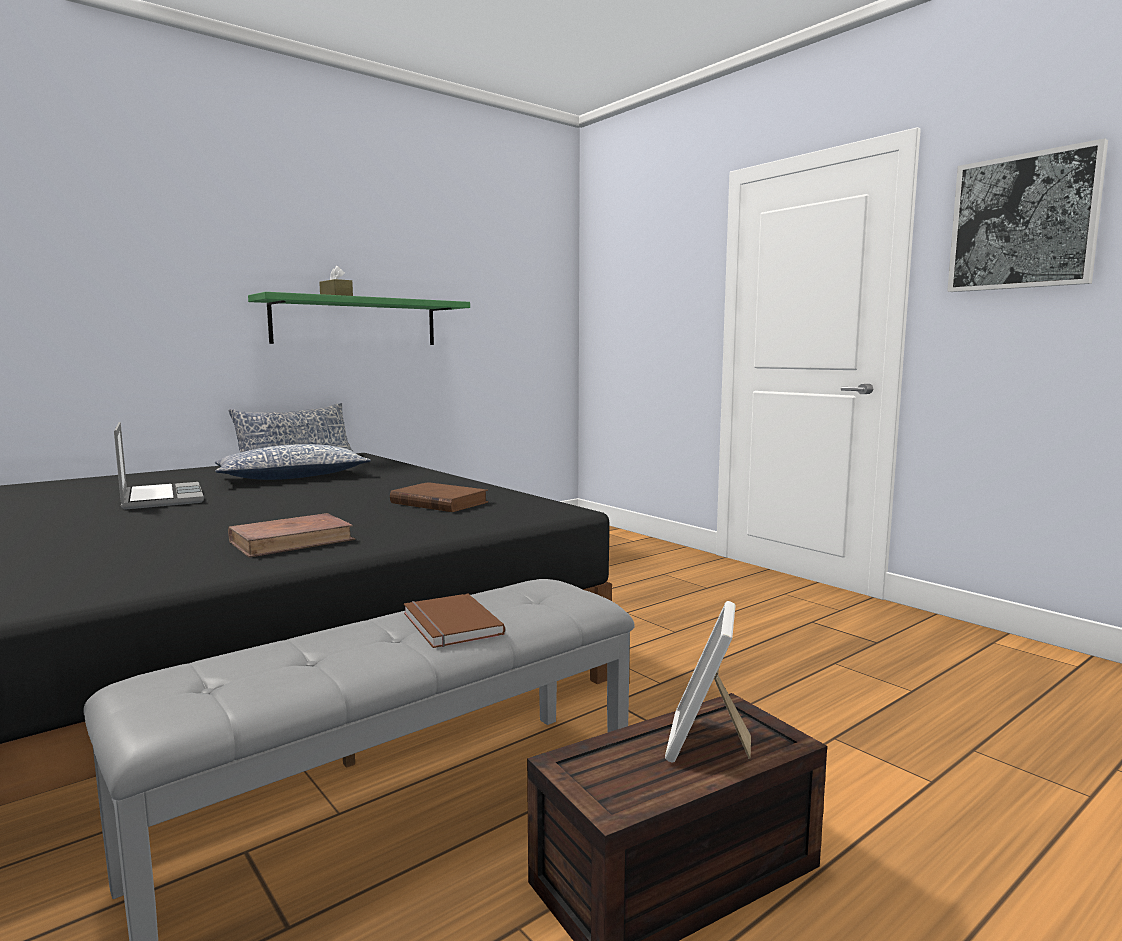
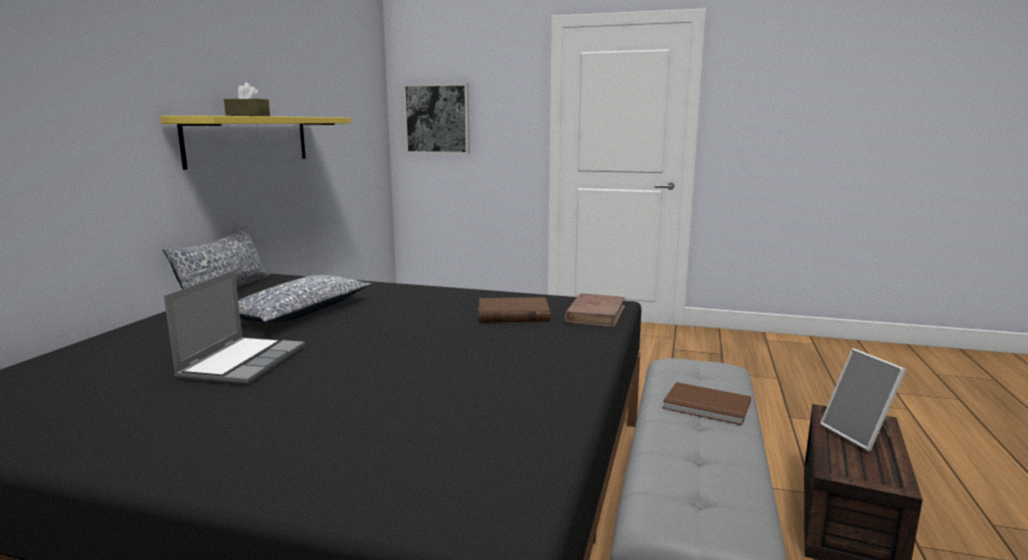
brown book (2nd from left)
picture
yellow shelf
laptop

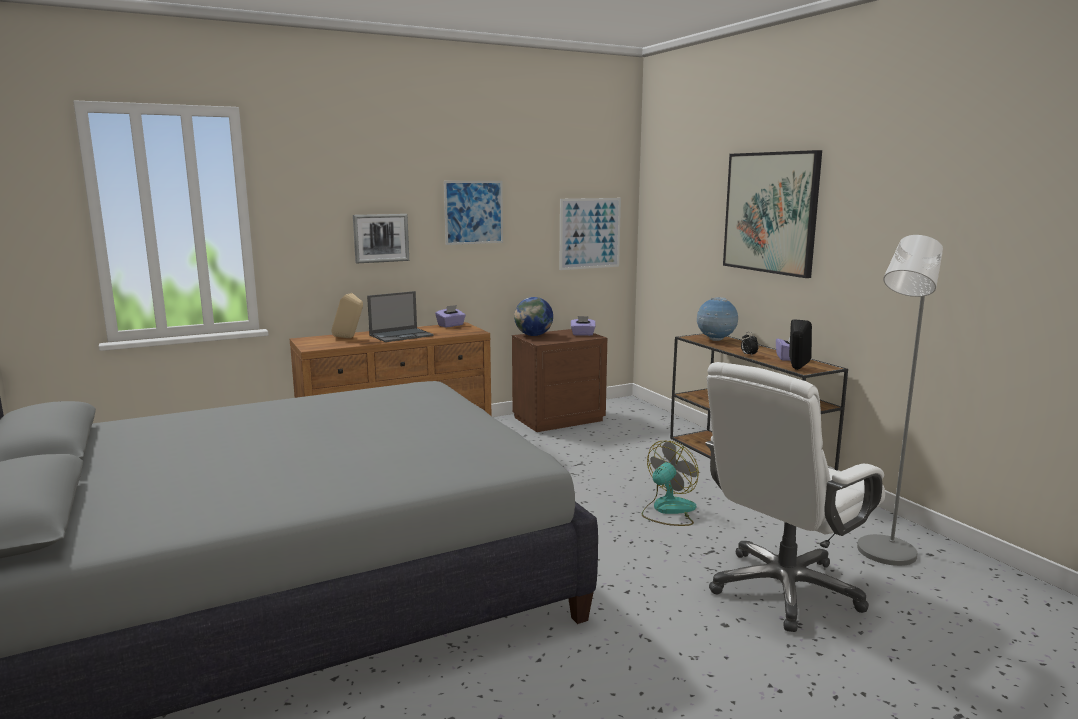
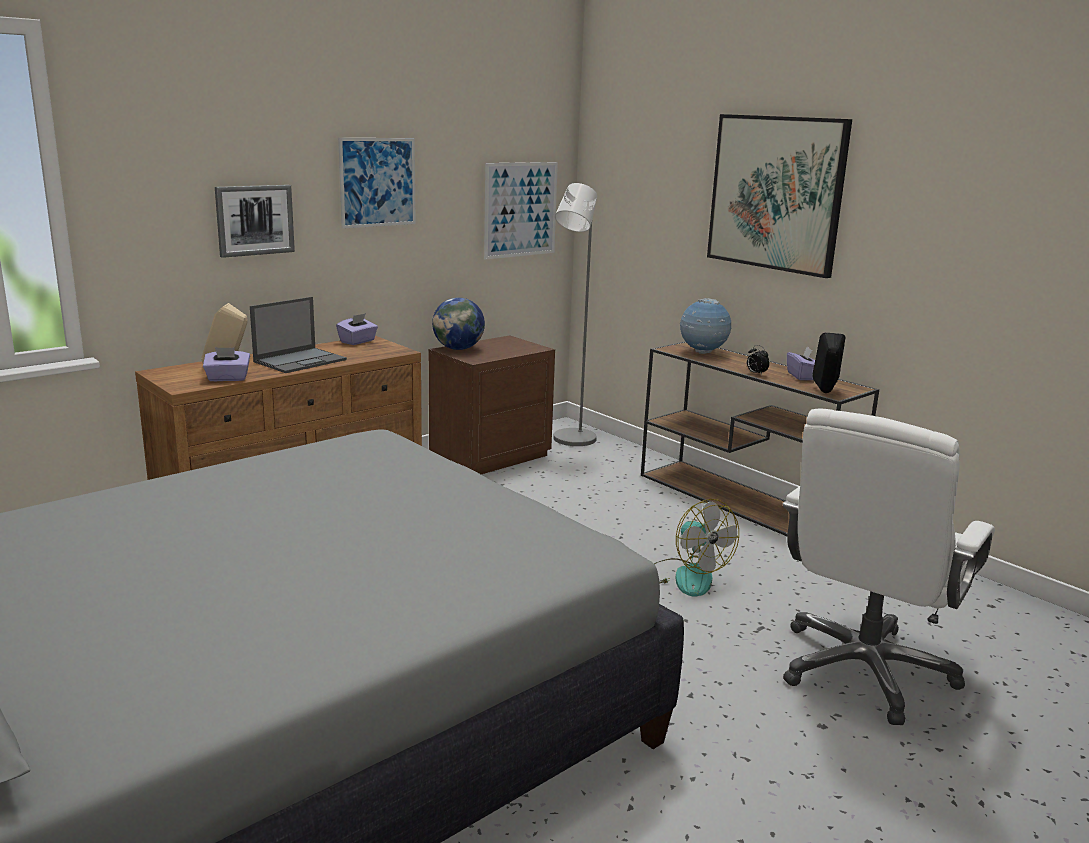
purple tissue box (1st from left)
grey floor lamp
fan

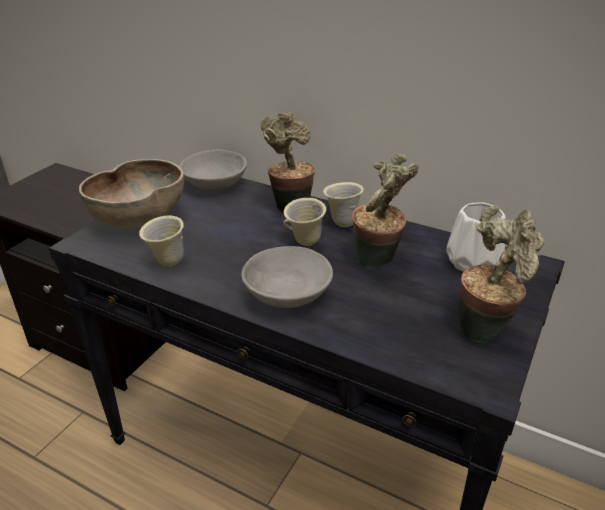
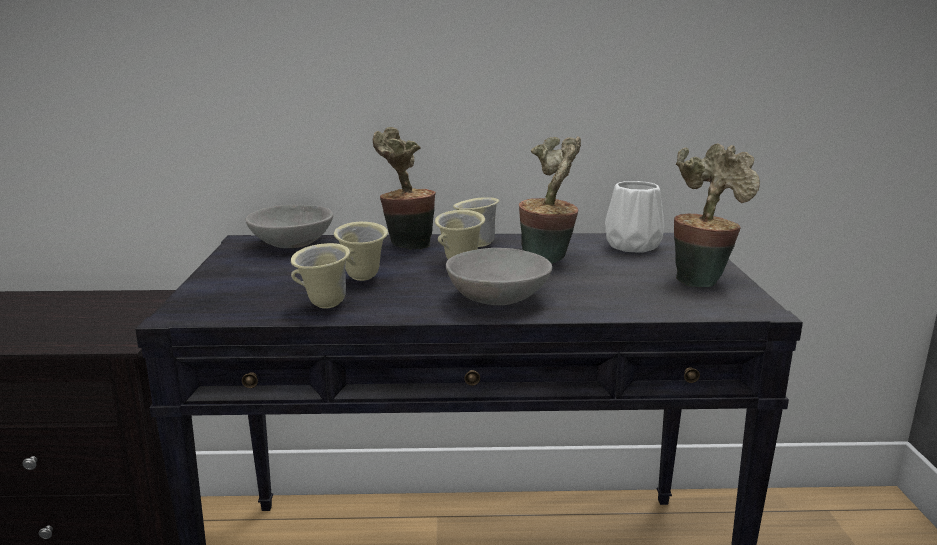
brown bowl
beige mug (2nd from left)

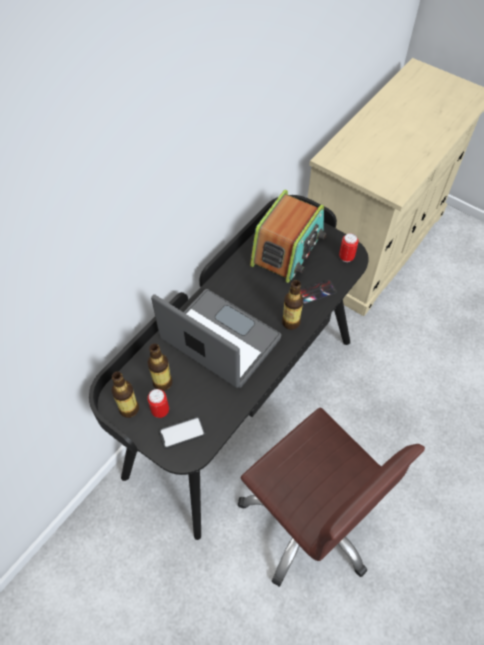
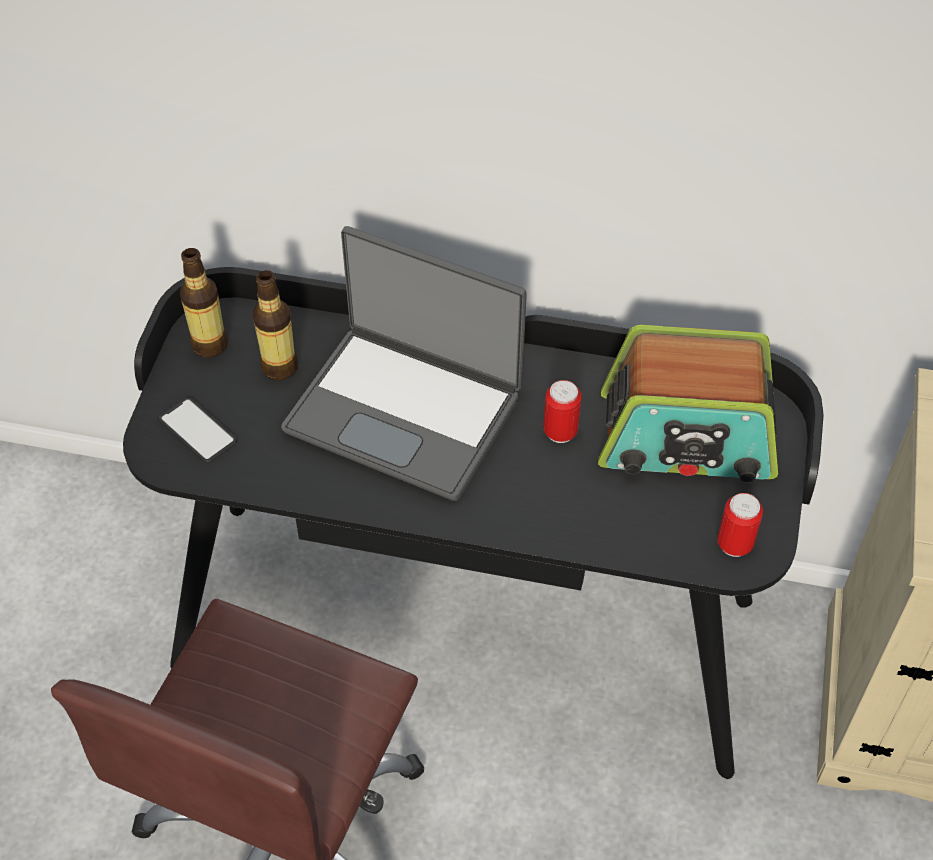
bottle (3rd from left in the first image)
phone (2nd from left in the first image)
can (1st from left)
laptop

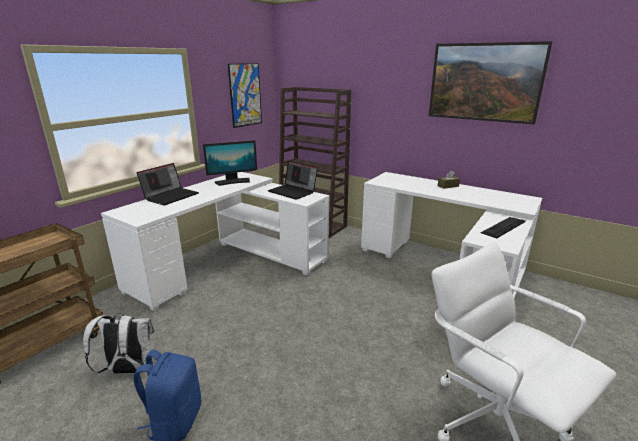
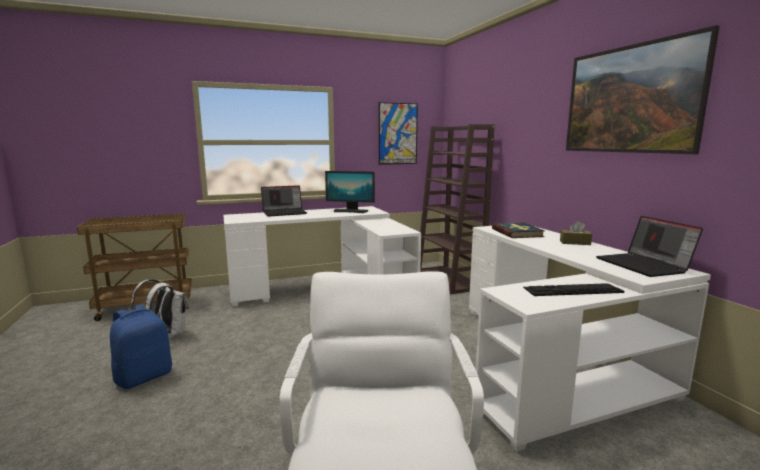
book
laptop (2nd from left)

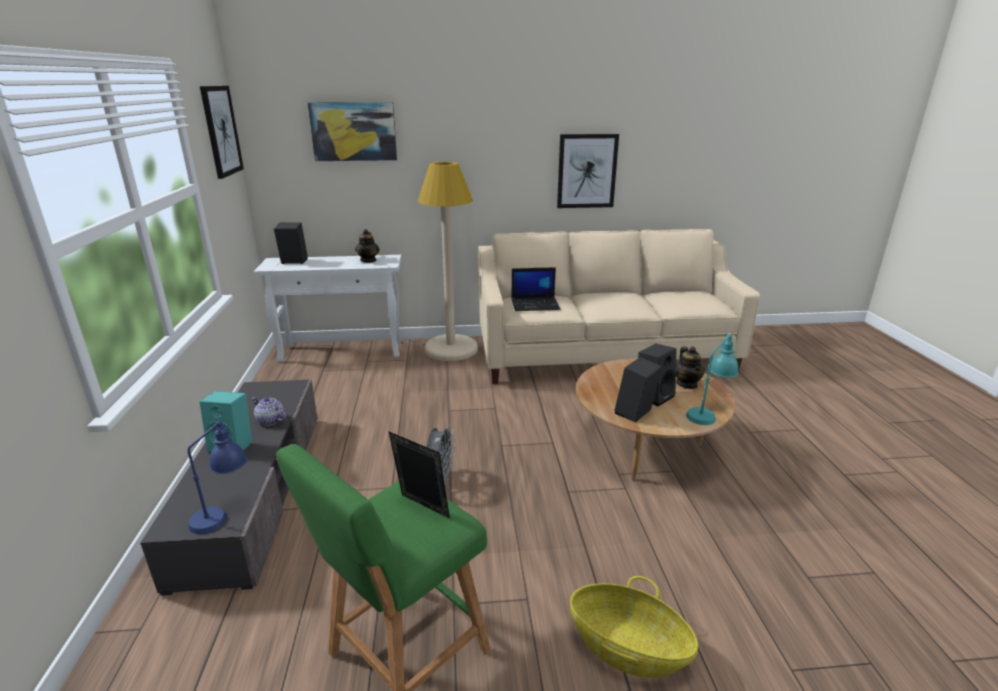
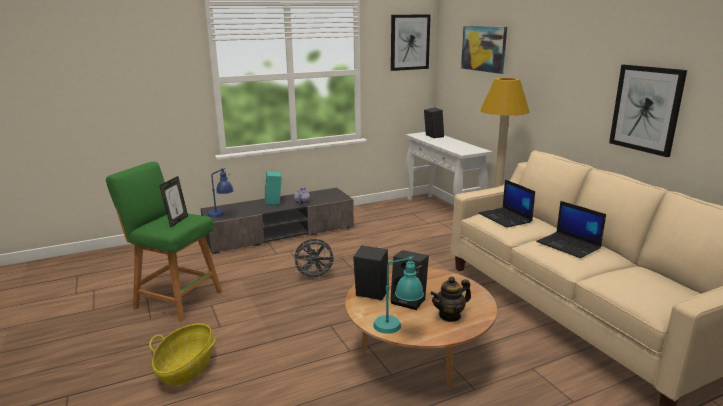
teapot (2nd from left in the first image)
laptop (2nd from left)

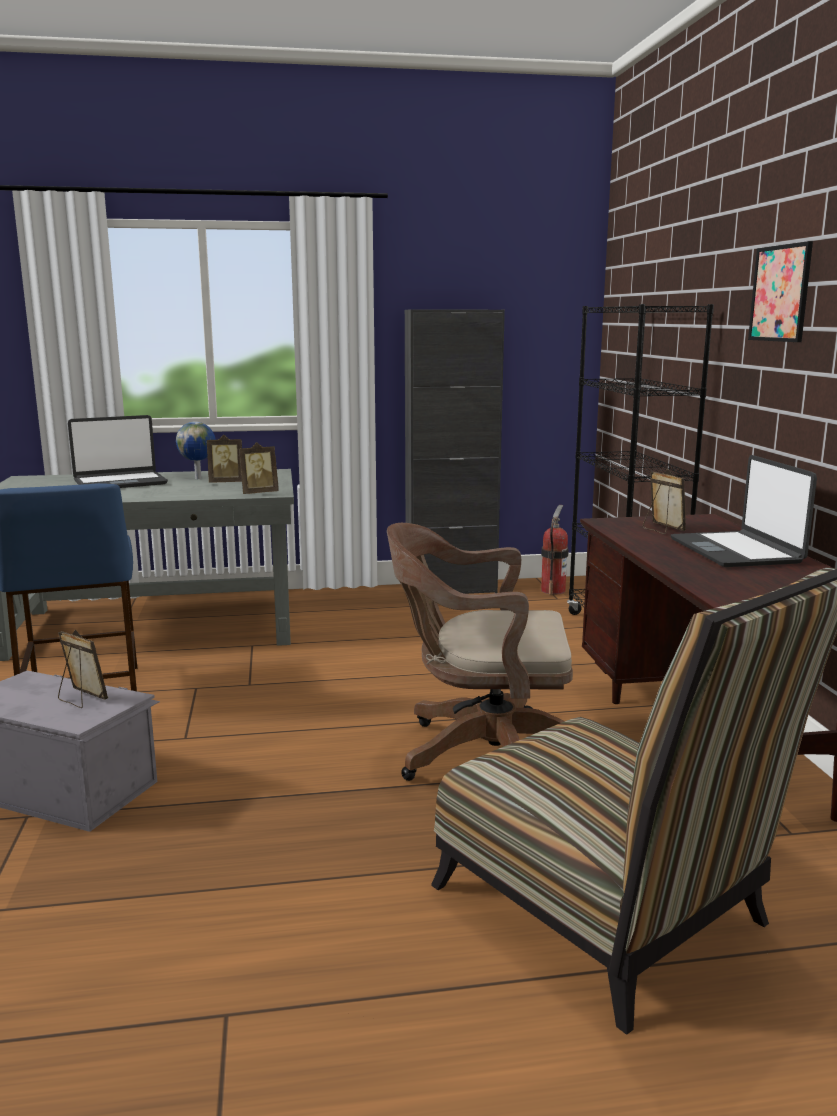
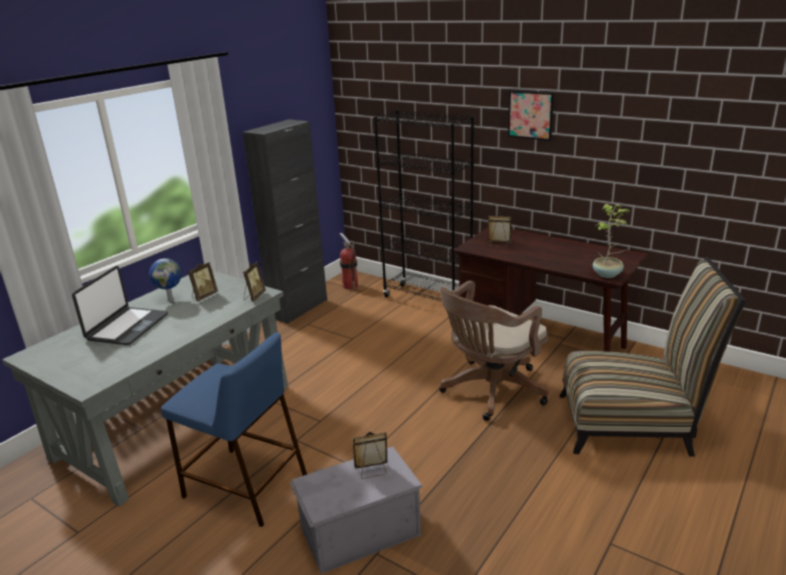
laptop (2nd from left in the first image)
potted plant

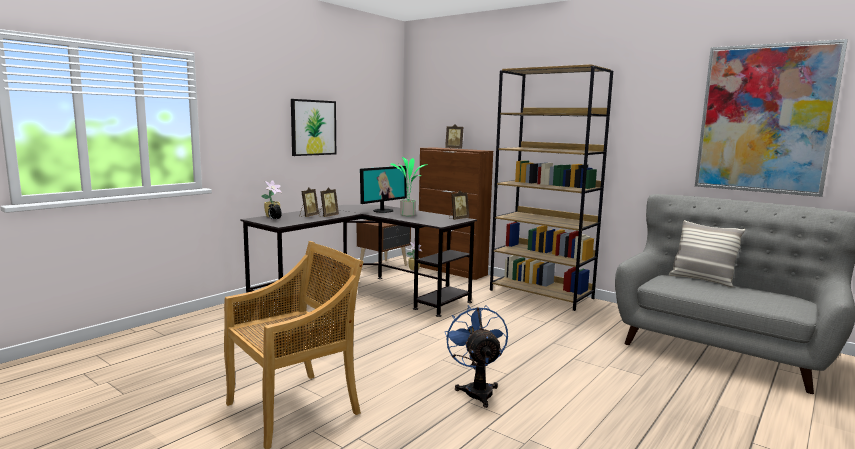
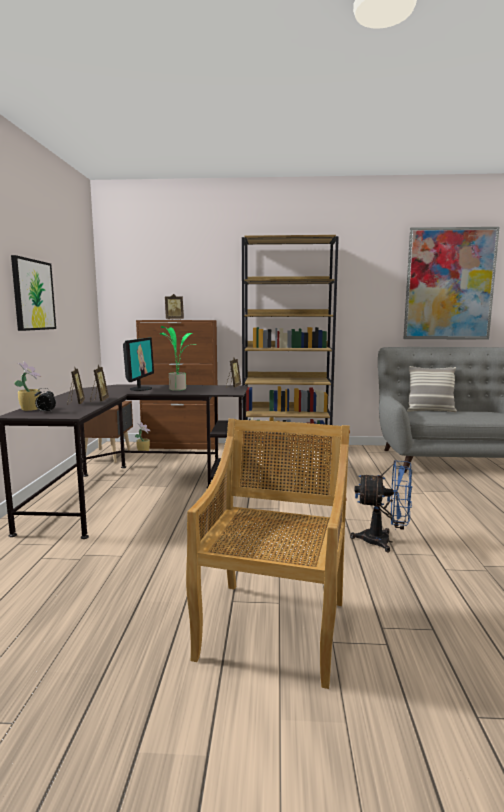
blue fan

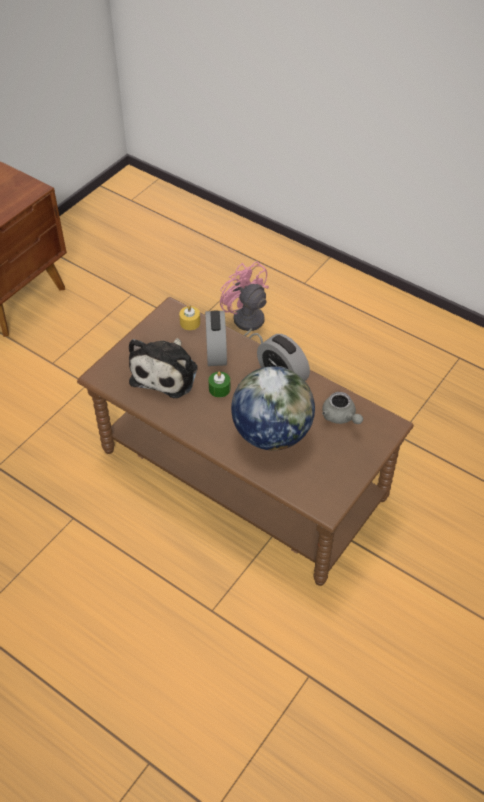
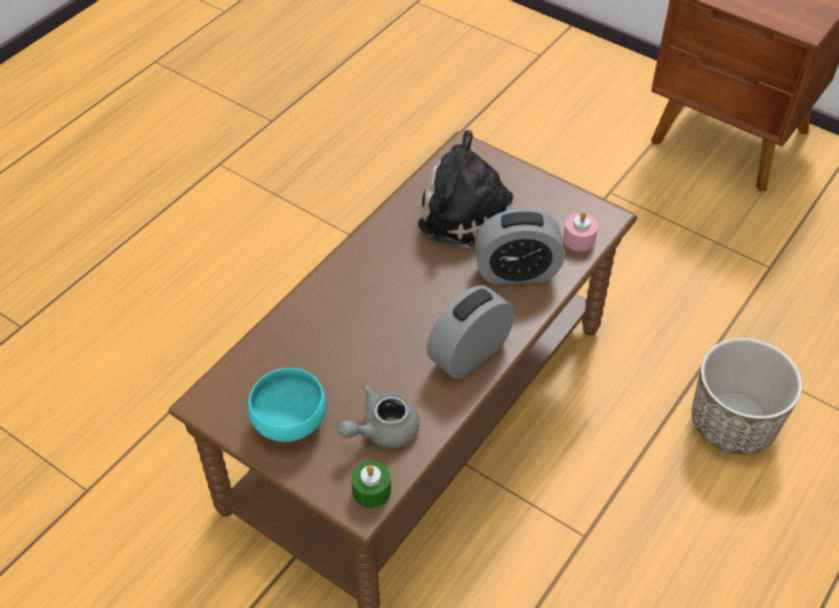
globe
turquoise bowl
green candle
planter
pink candle

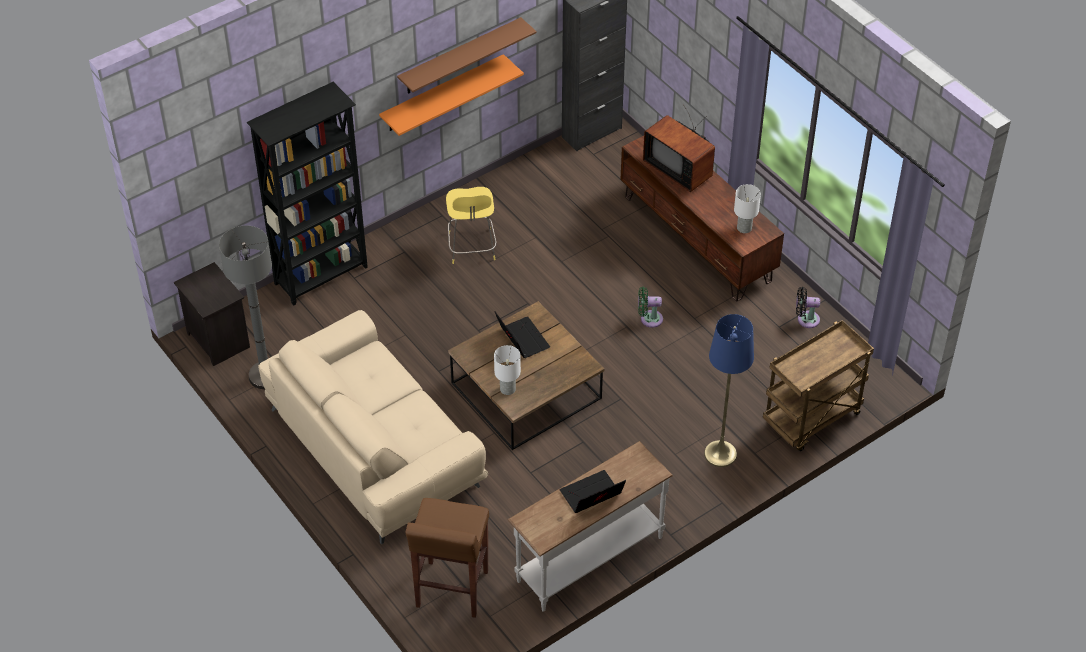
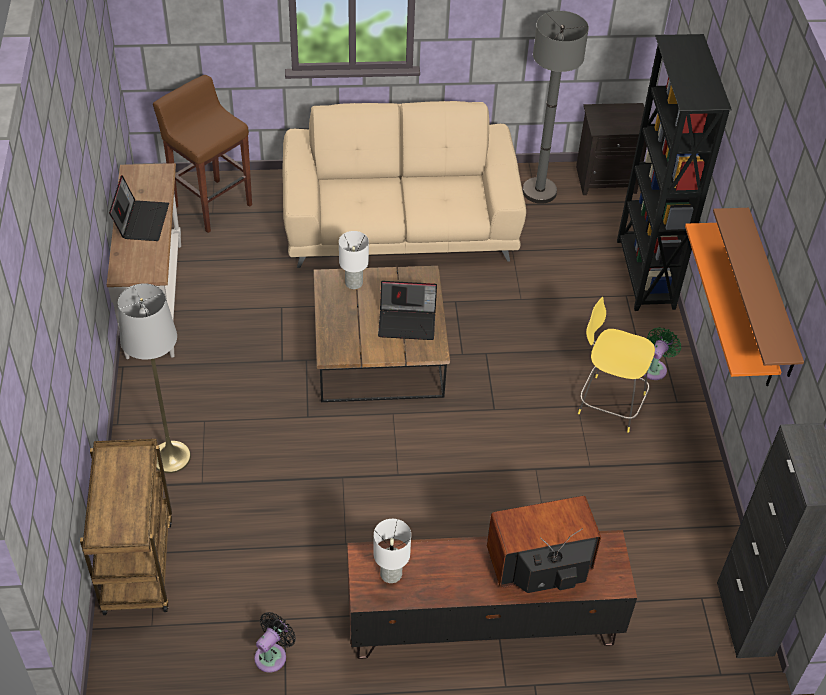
green fan
grey floor lamp (1st from left)

